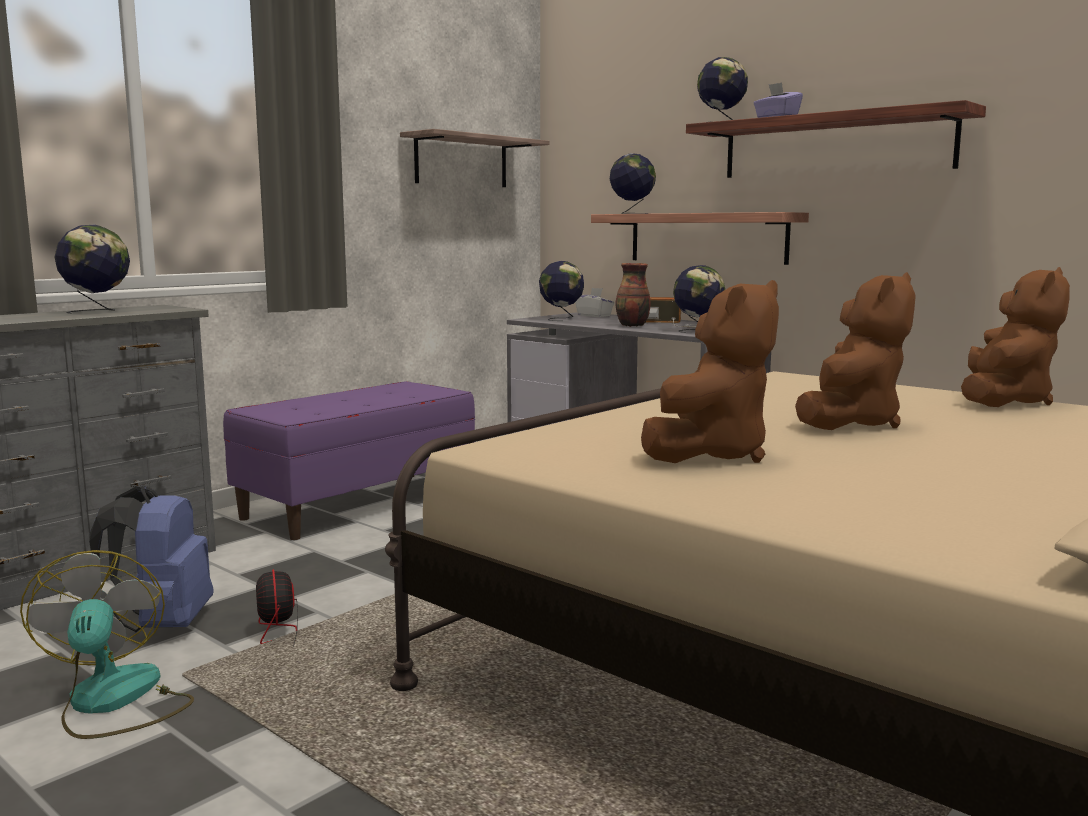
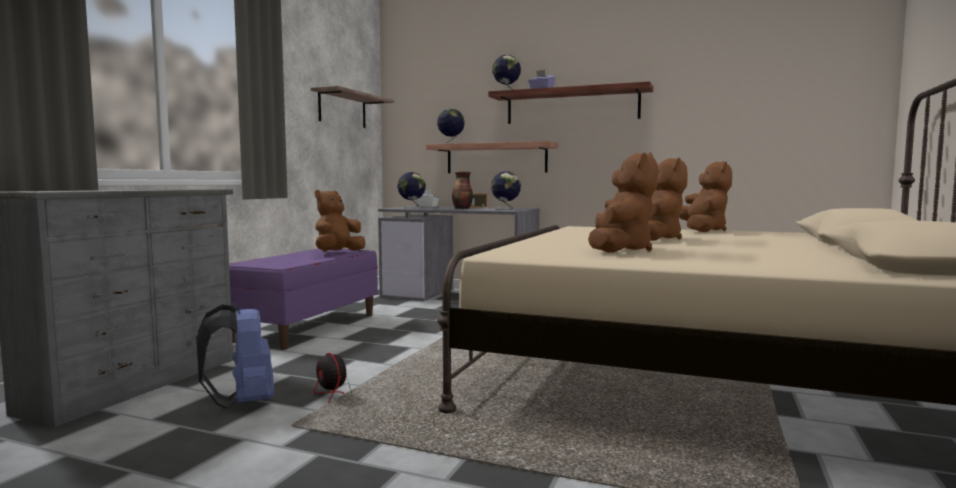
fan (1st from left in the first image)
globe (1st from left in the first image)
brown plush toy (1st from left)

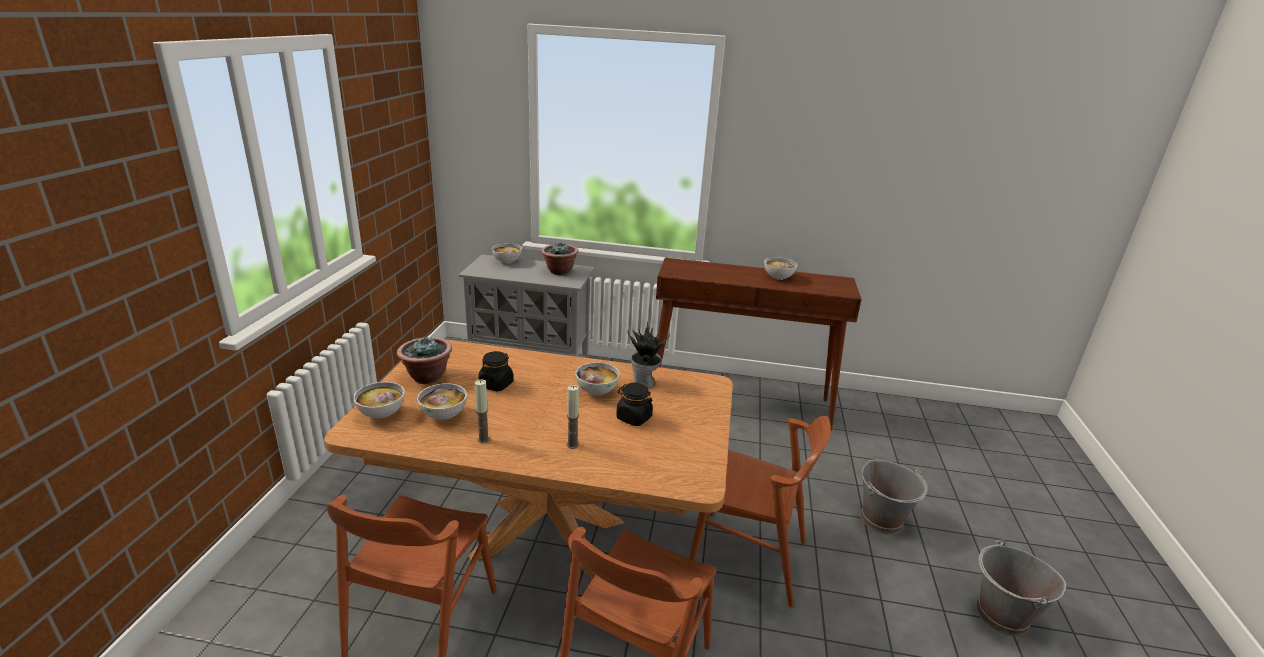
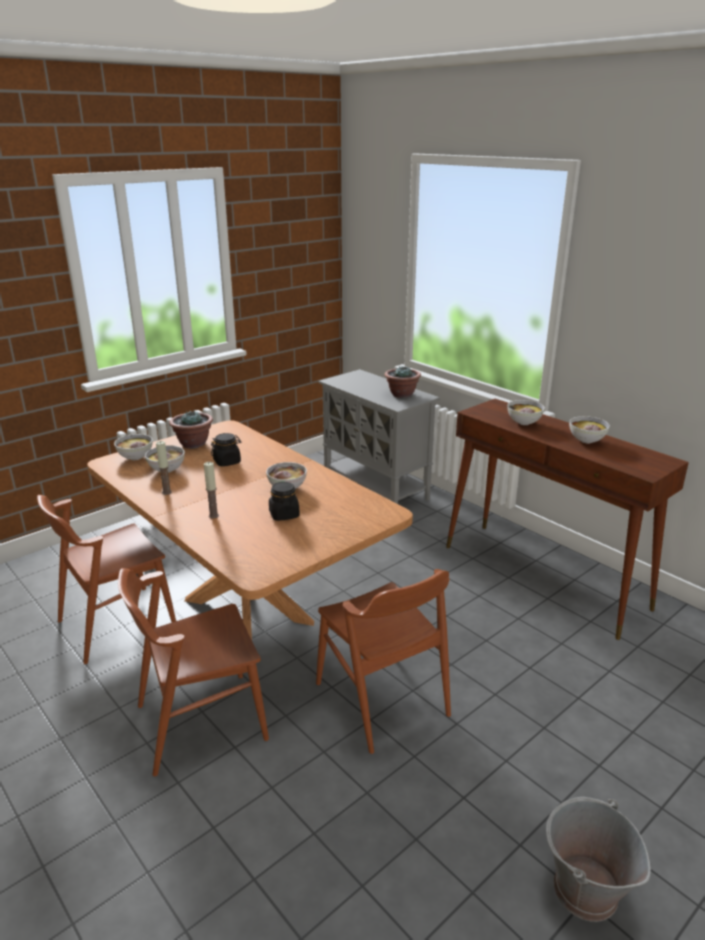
potted plant (3rd from left in the first image)
grey bucket (1st from left in the first image)
bowl (4th from left)

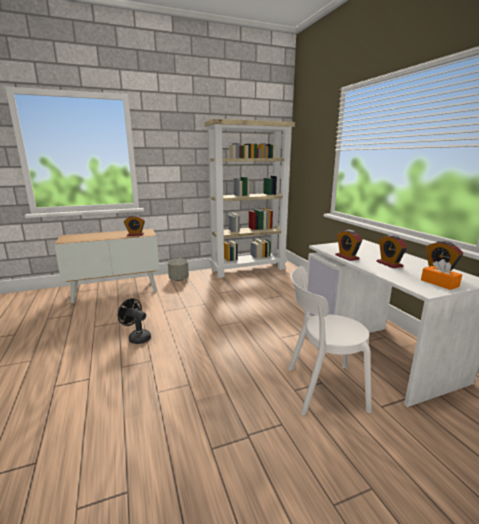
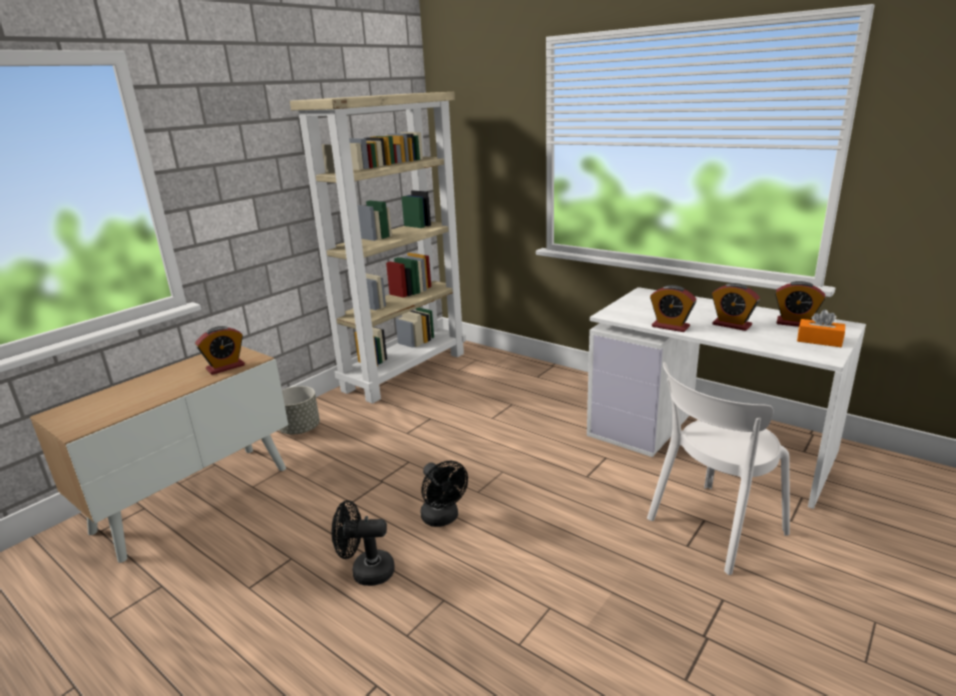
black fan (2nd from left)

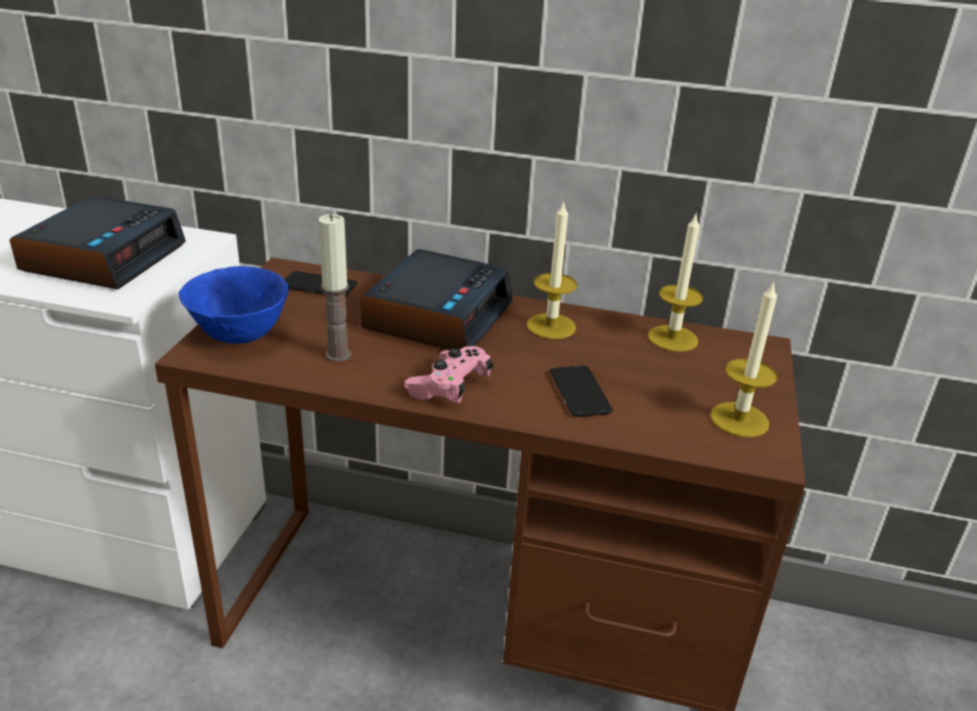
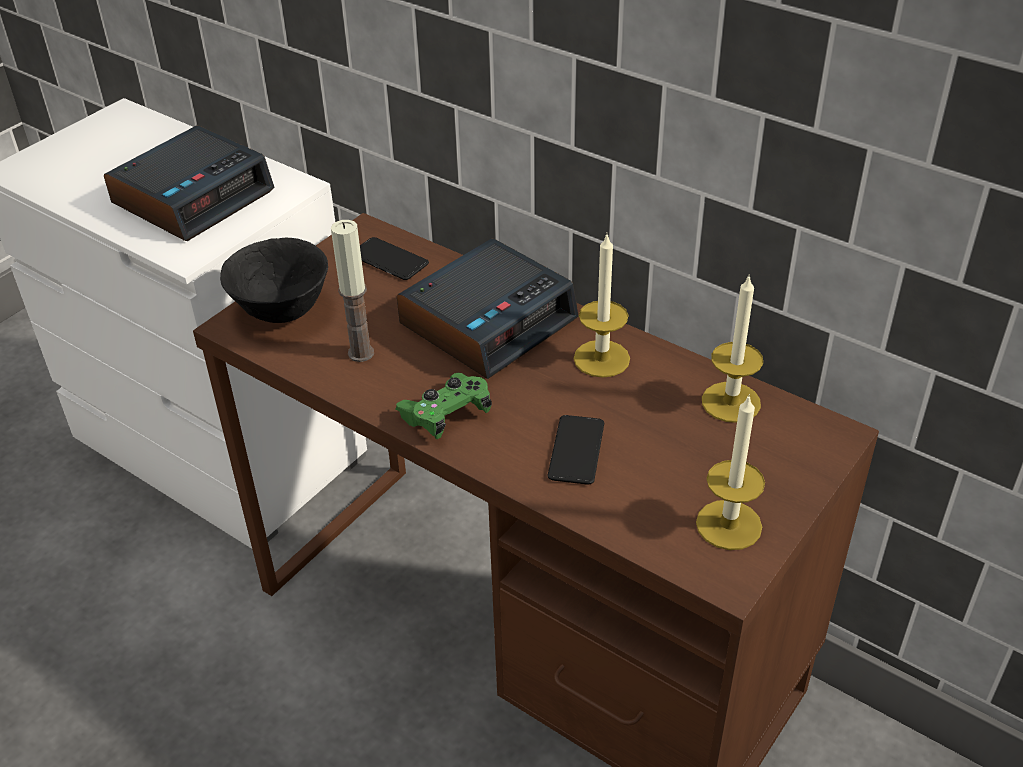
black bowl
green game controller

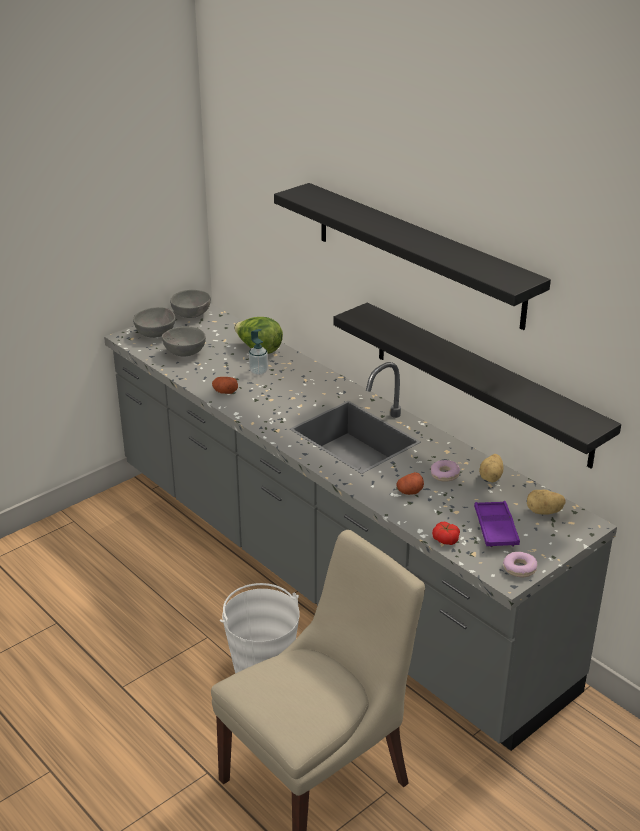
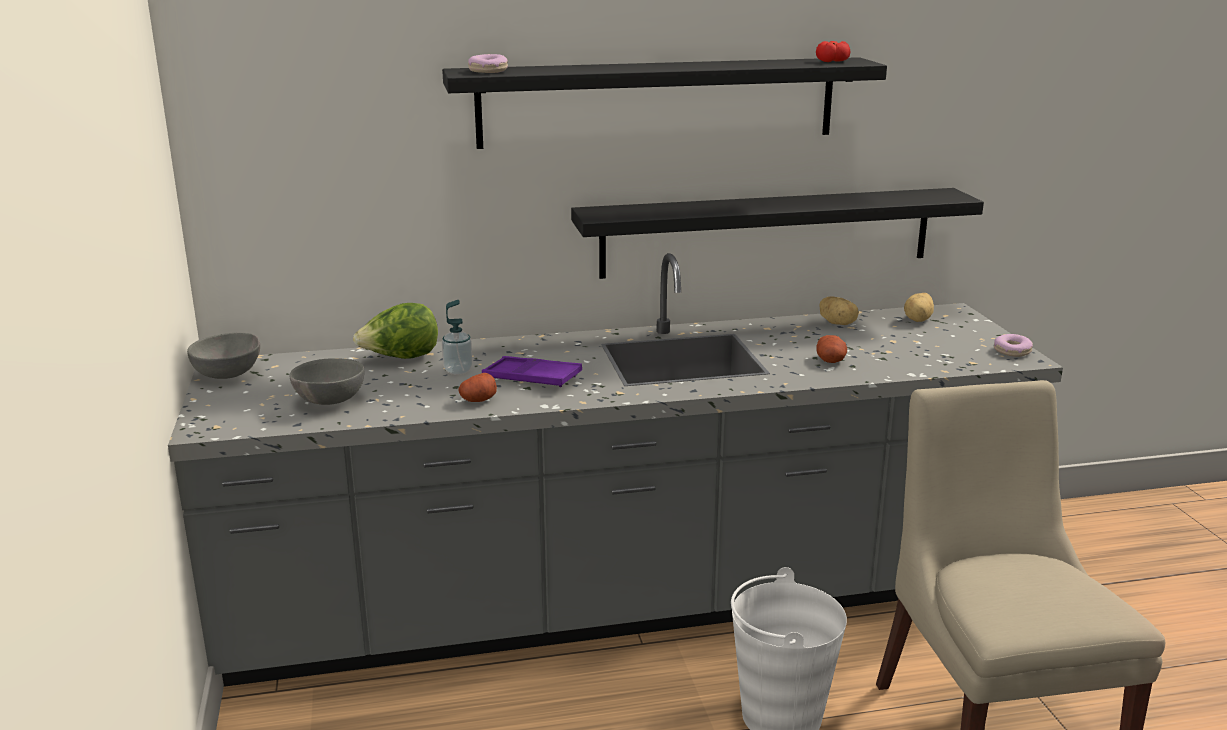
grey bowl (1st from left in the first image)
donut (1st from left)
tomato
purple tray

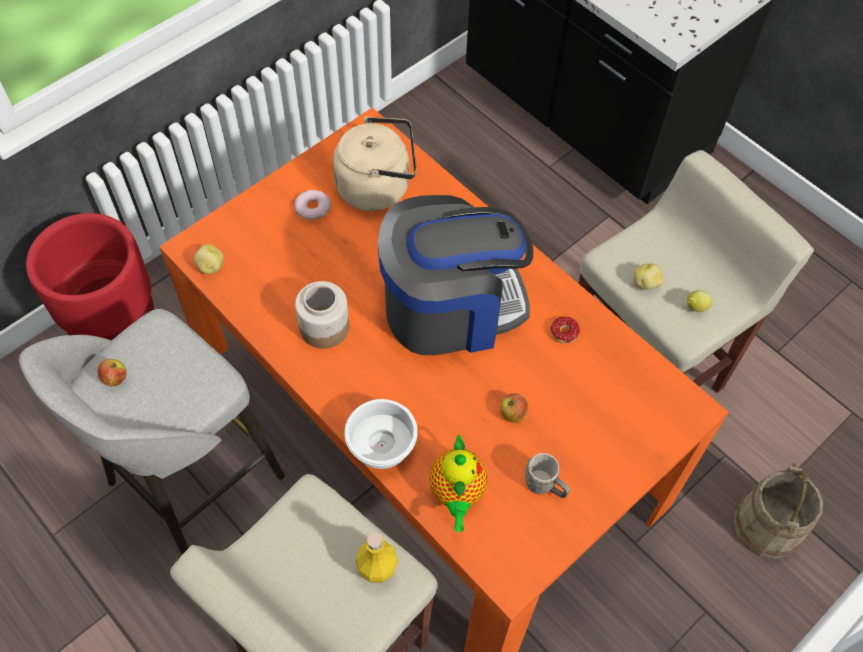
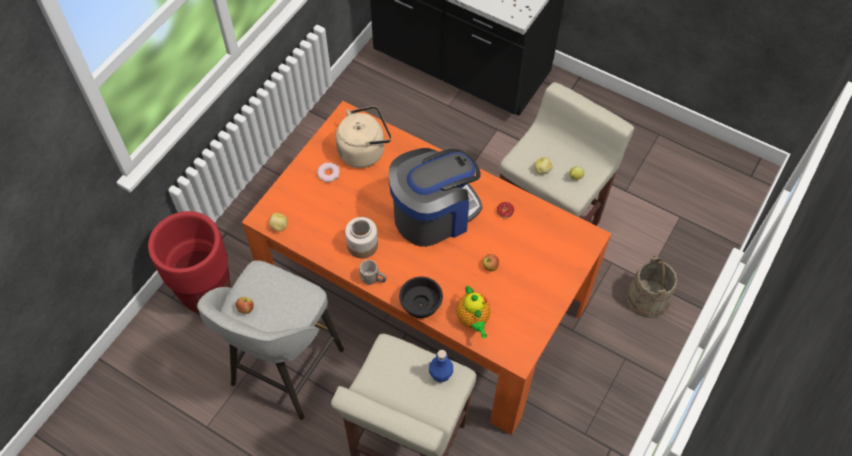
grey mug
black bowl
blue bottle

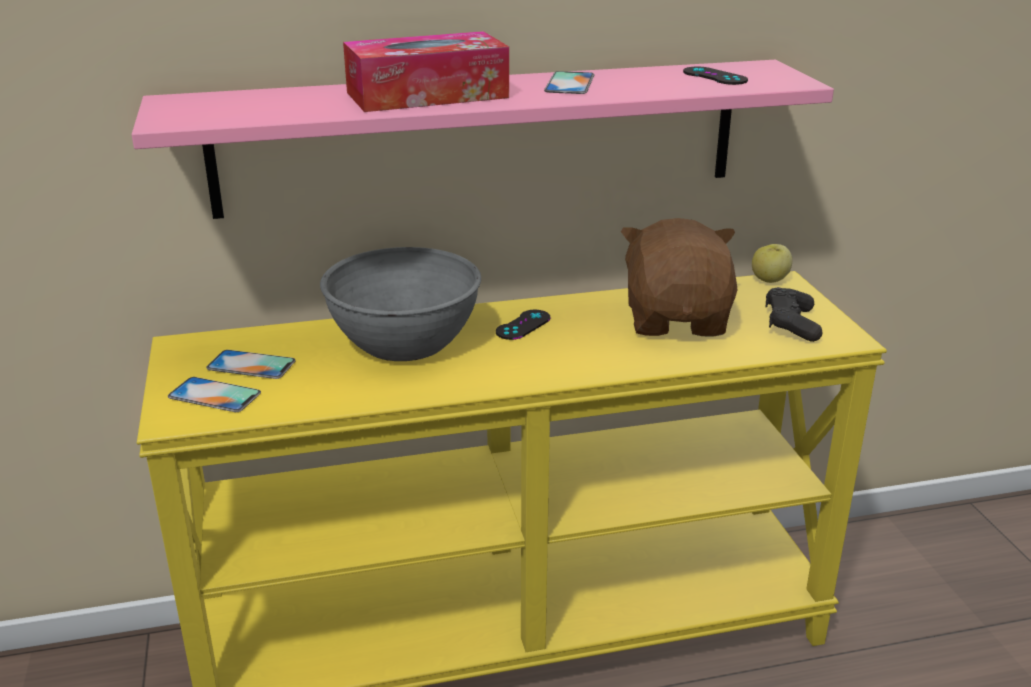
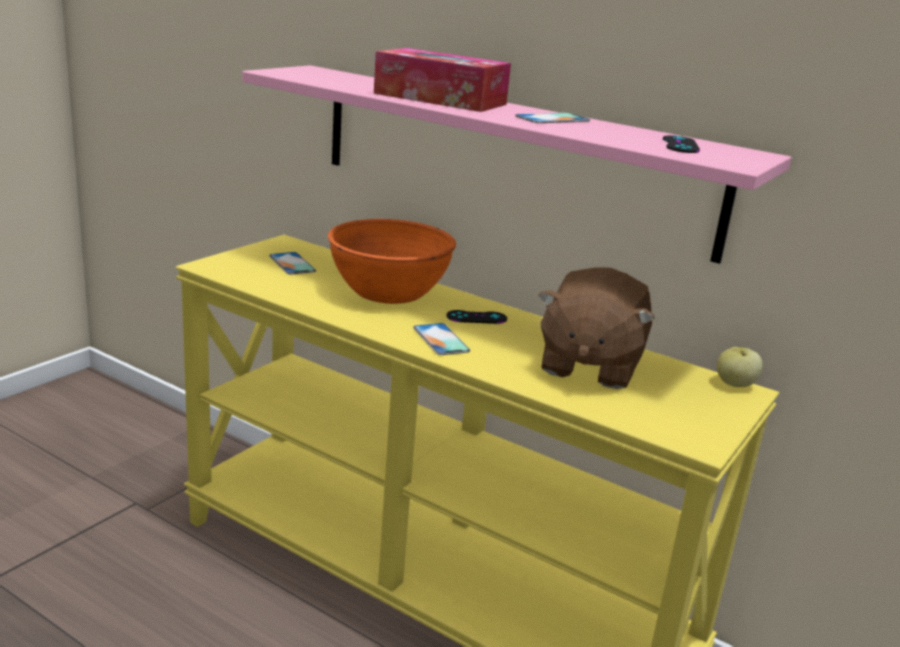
black game controller (3rd from left in the first image)
phone (2nd from left)
orange bowl
brown plush toy

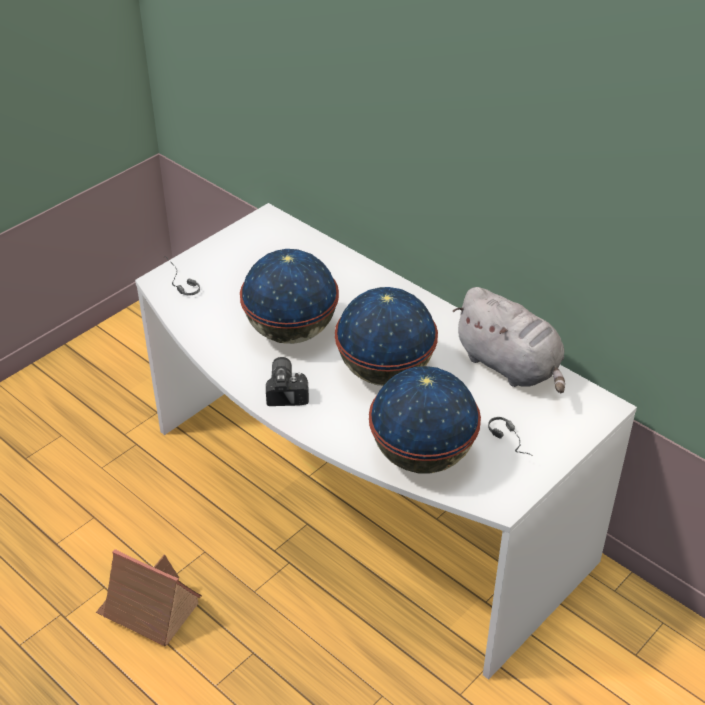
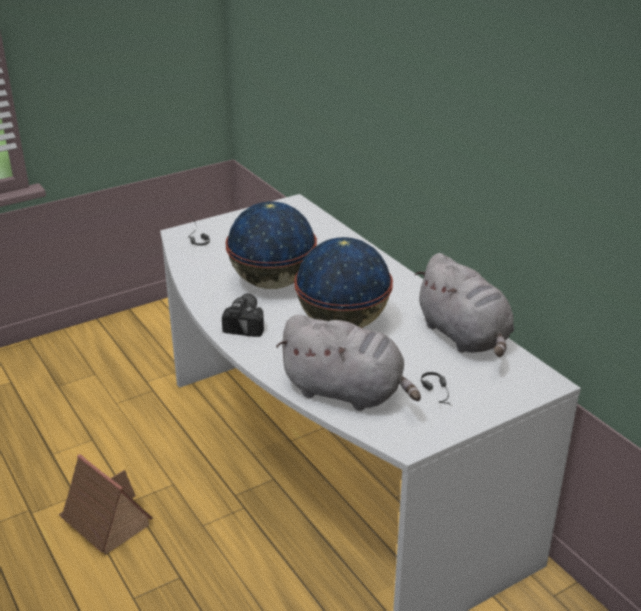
grey plush toy (1st from left)

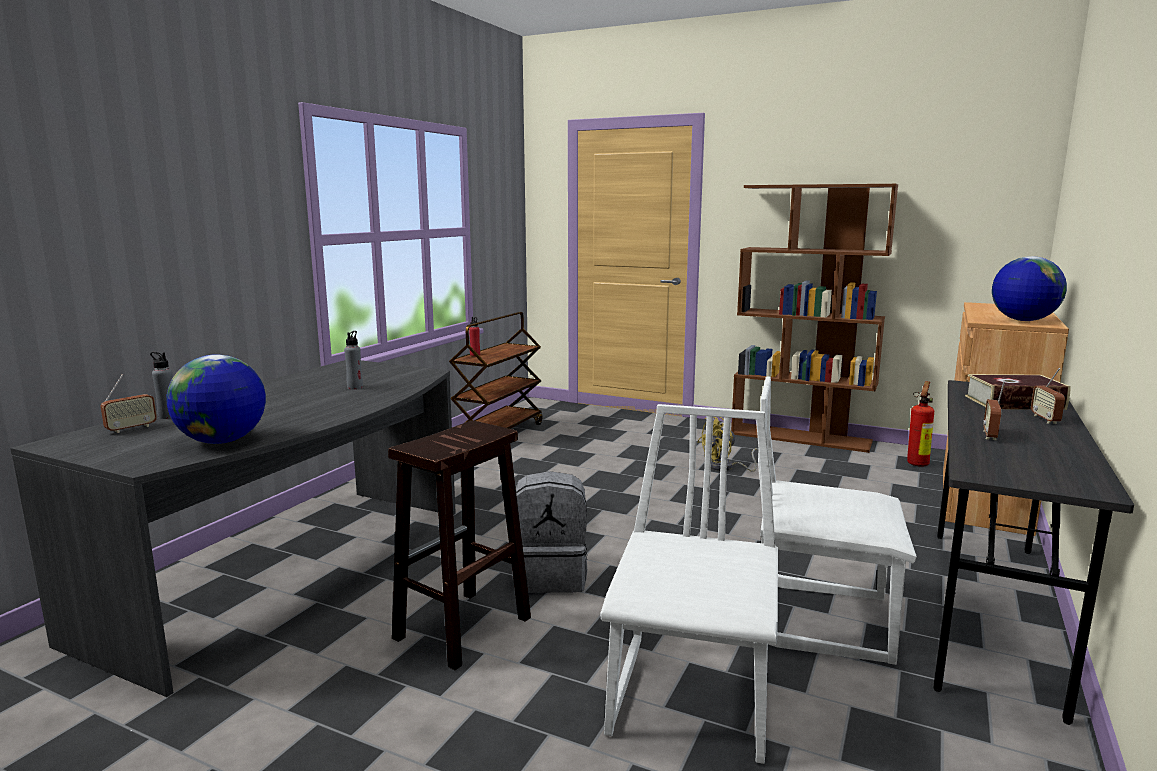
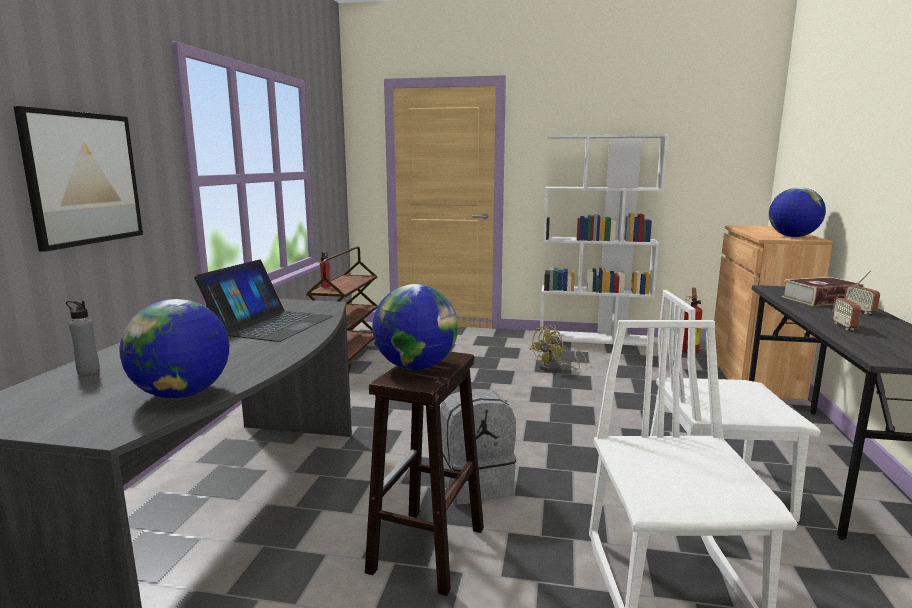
radio (1st from left in the first image)
picture
globe (2nd from left)
laptop
white bookcase

